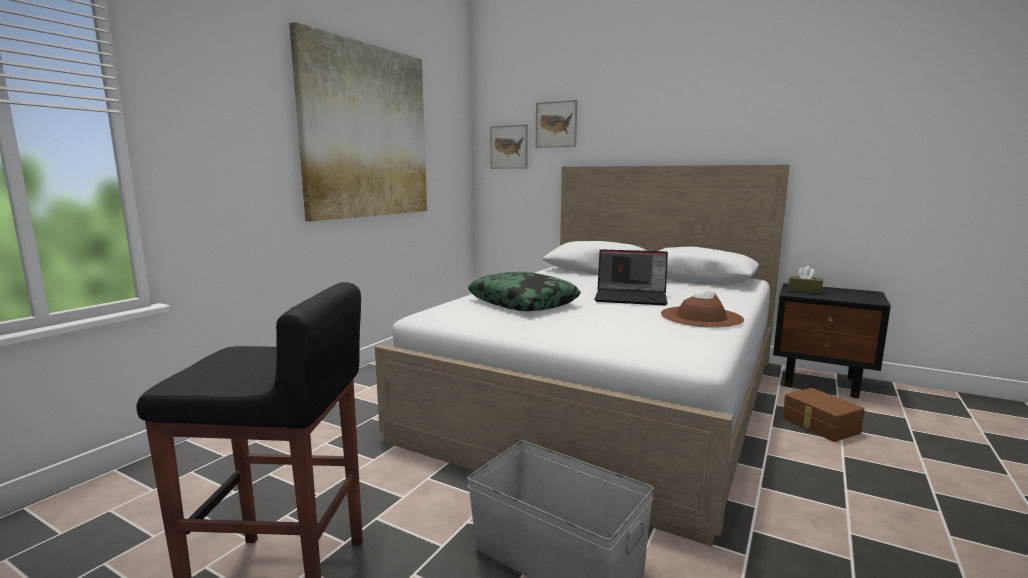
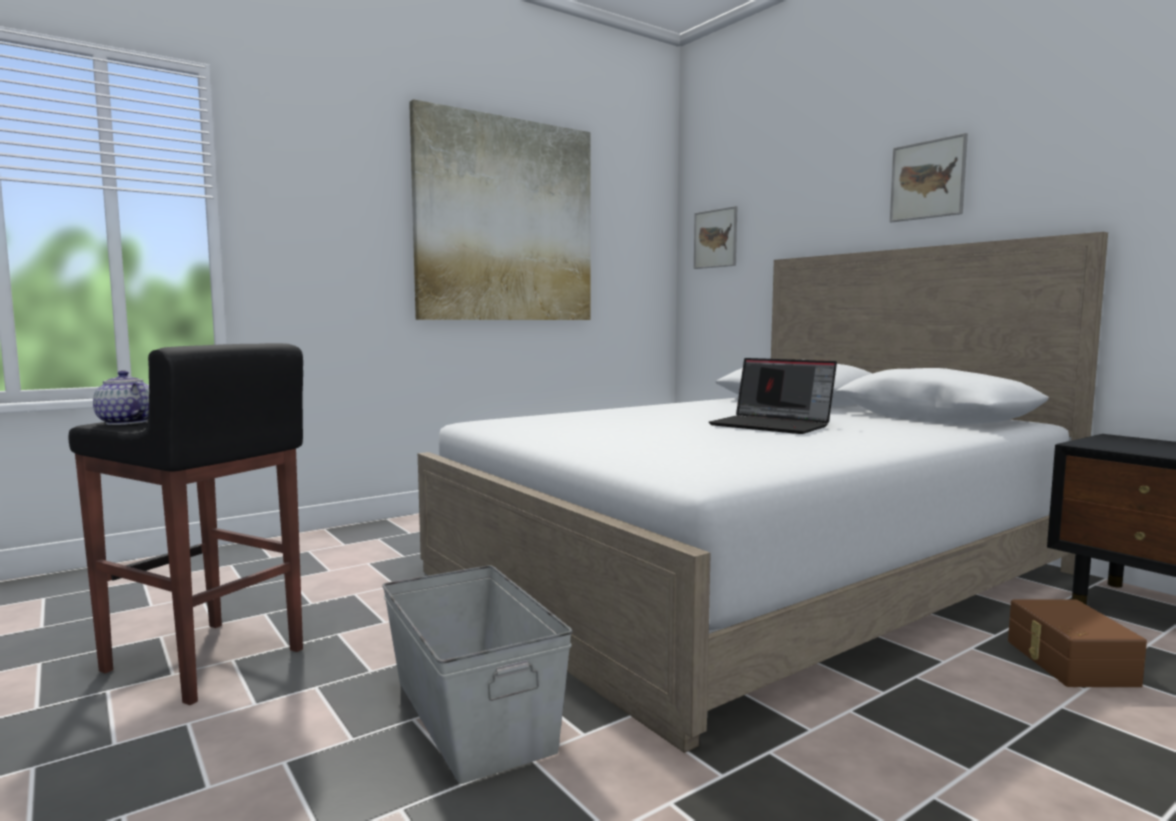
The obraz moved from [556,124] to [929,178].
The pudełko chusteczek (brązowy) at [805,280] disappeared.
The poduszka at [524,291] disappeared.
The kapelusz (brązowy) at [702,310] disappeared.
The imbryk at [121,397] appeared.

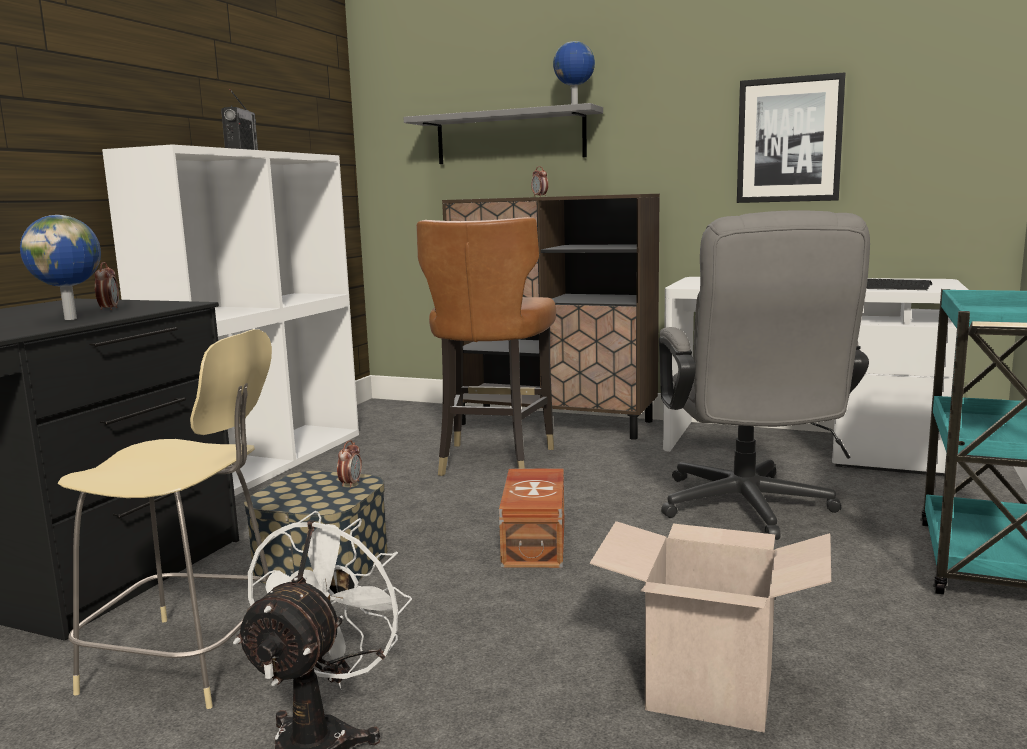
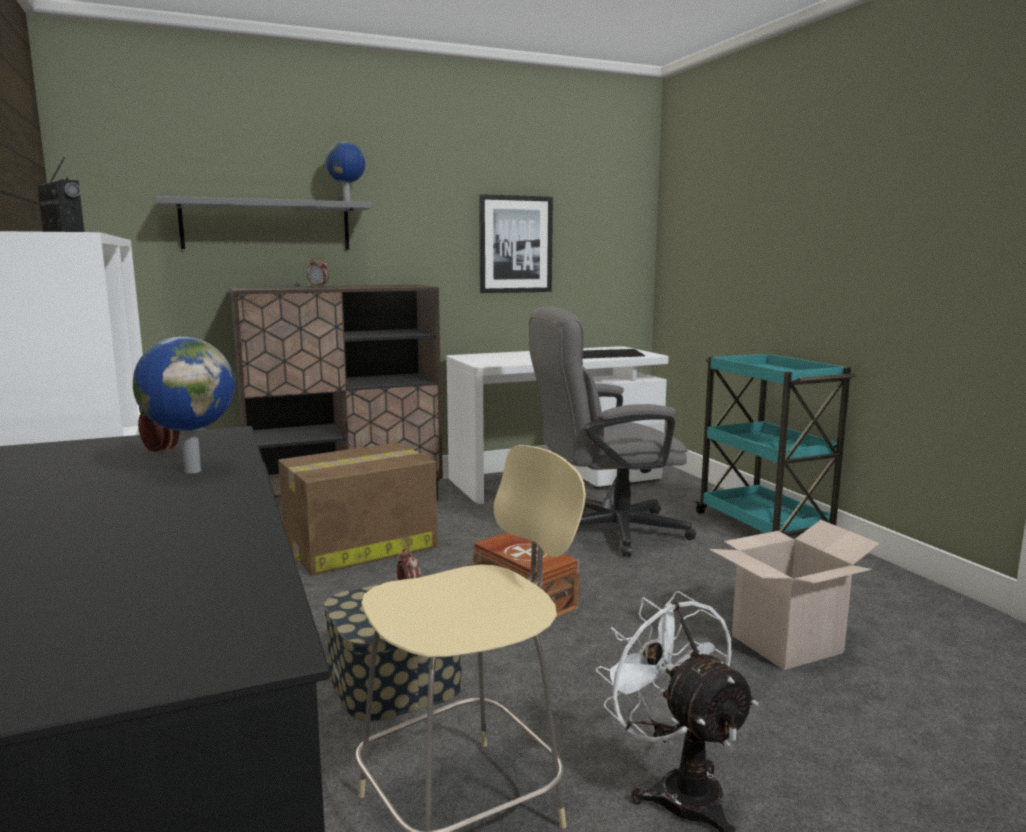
The krzesło biurowe (szary) at [764,375] turned 120 degrees clockwise.
The krzesło (brązowy) at [486,346] was replaced by the karton at [358,509].

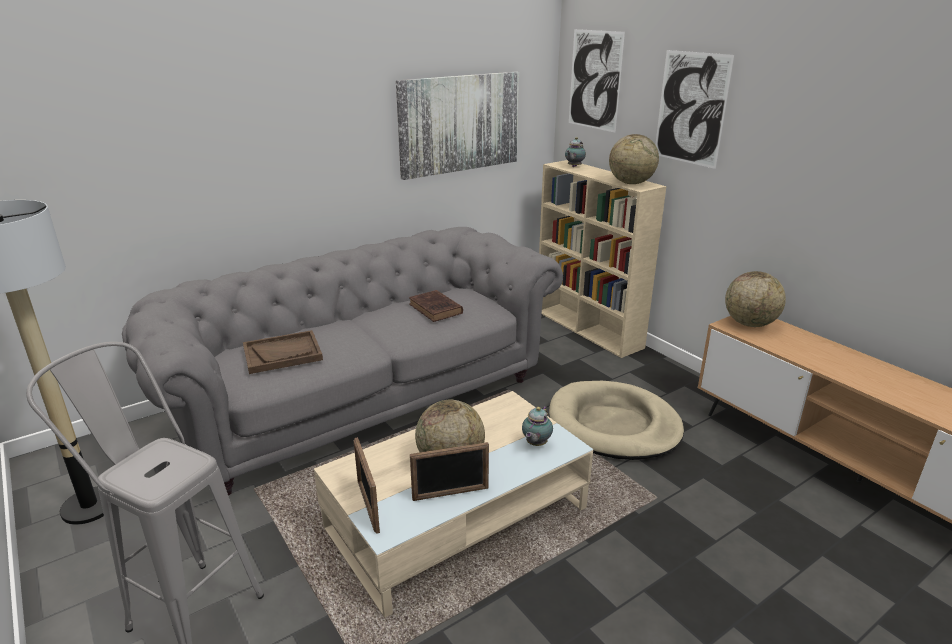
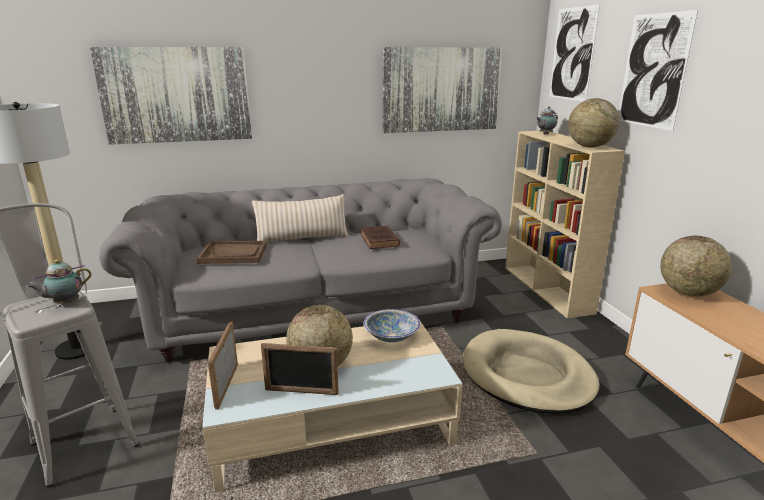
The imbryk moved from [537,426] to [59,282].
The obraz at [171,96] appeared.
The poduszka (beżowy) at [300,218] appeared.
The miska at [391,325] appeared.

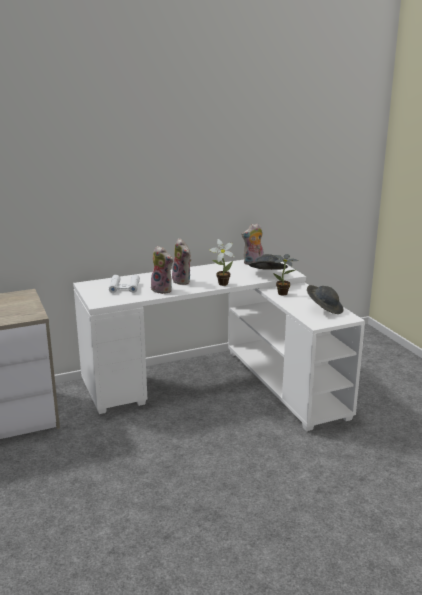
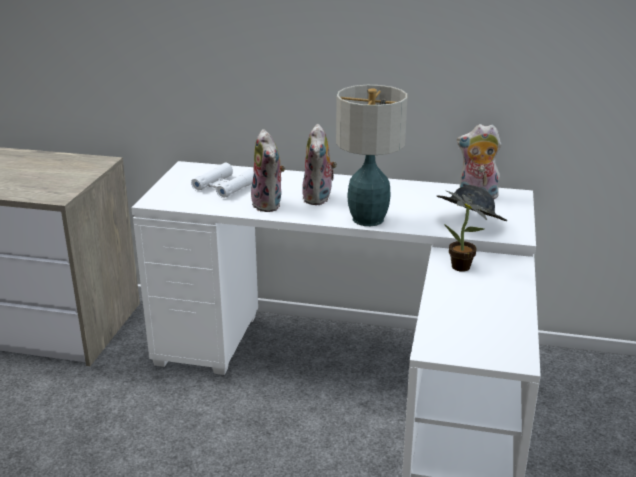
The roślina doniczkowa at [222,262] was replaced by the lampa stołowa at [372,155].
The kapelusz (szary) at [325,299] disappeared.

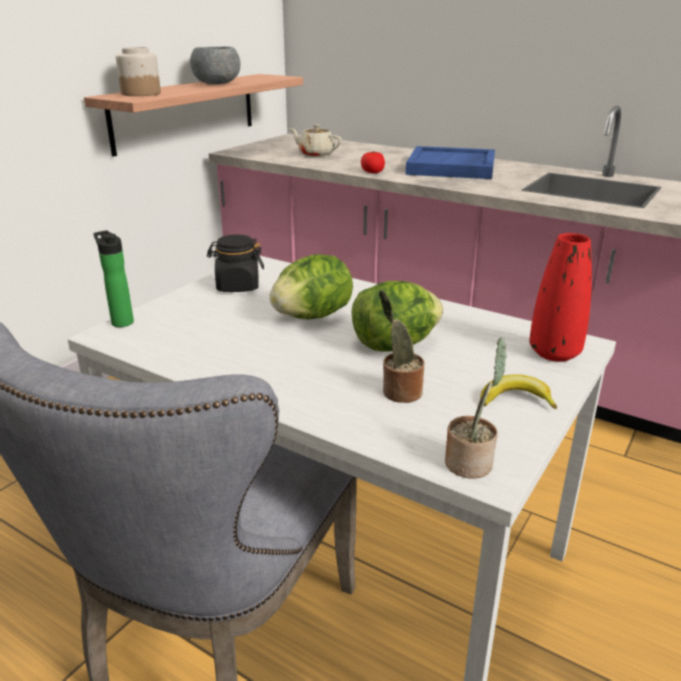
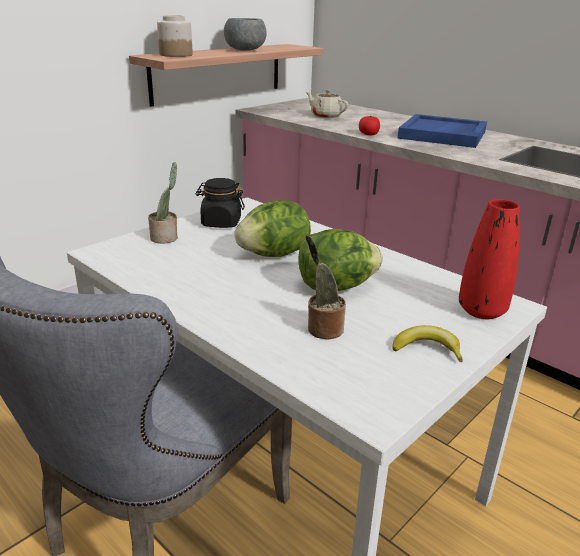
The butelka at [113,278] disappeared.
The roślina doniczkowa moved from [476,408] to [163,203].

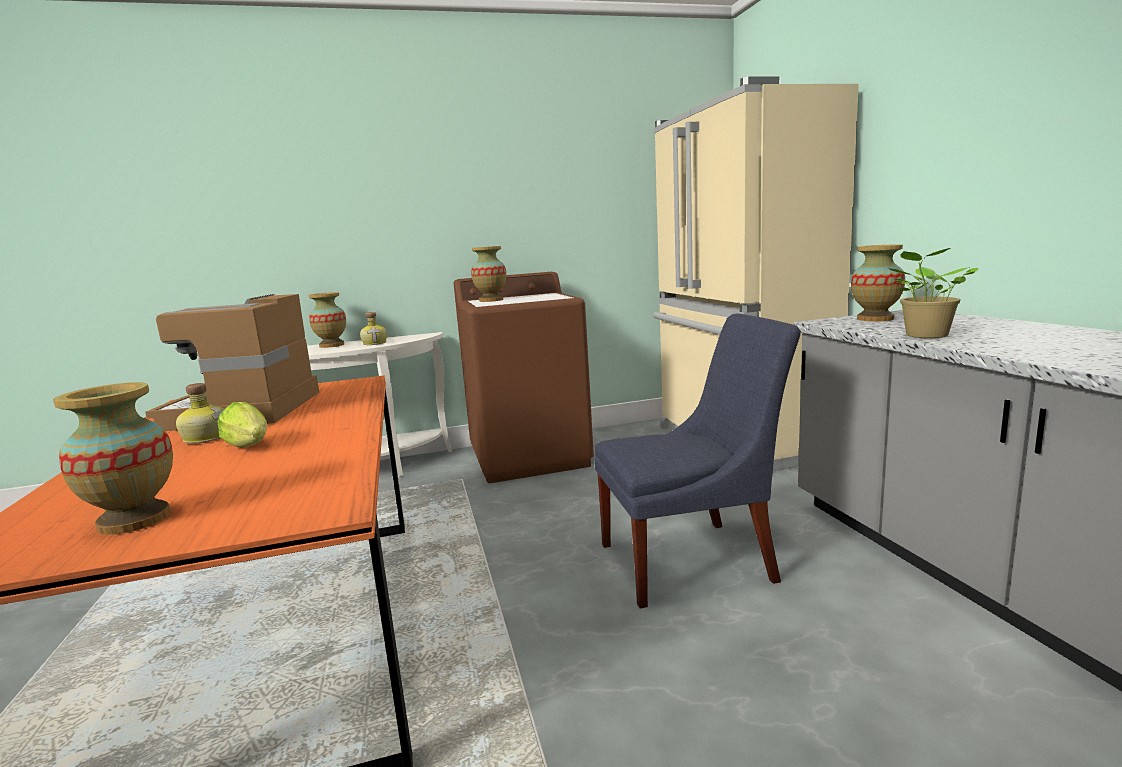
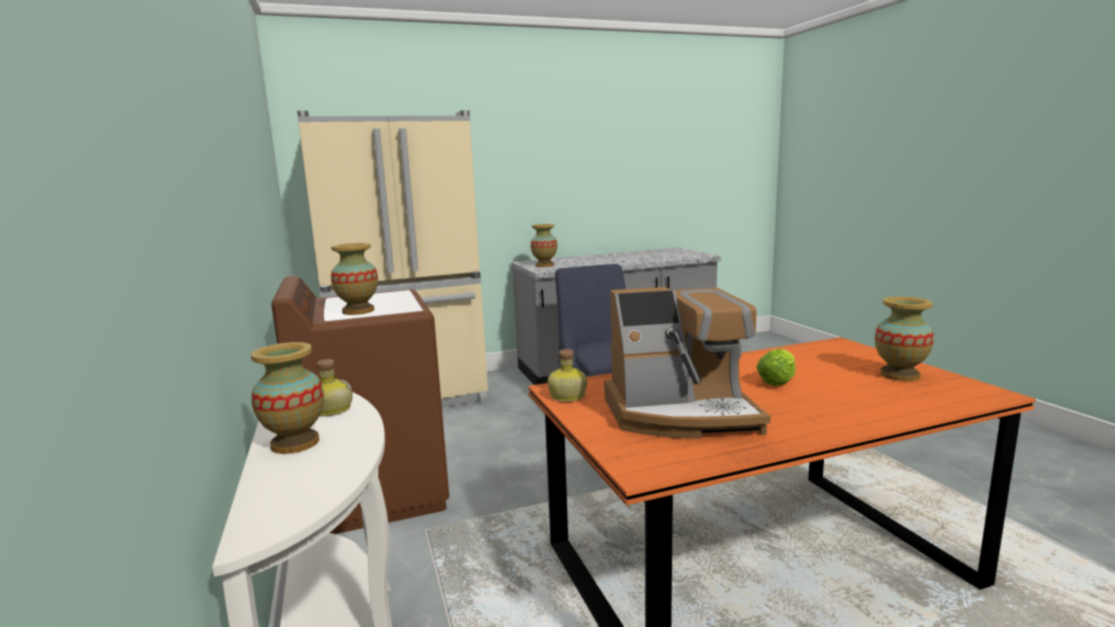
The roślina doniczkowa at [933,293] disappeared.
The butelka moved from [200,413] to [567,375].

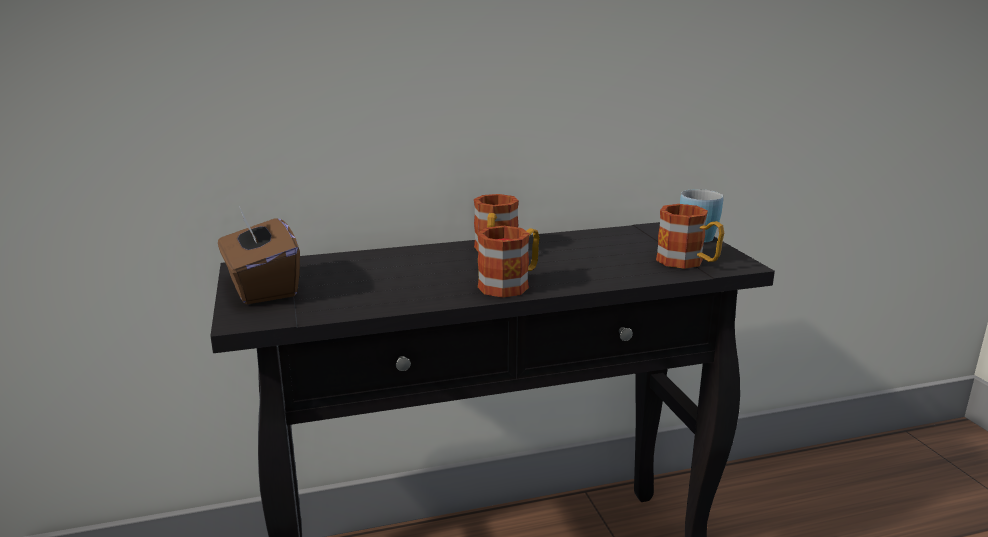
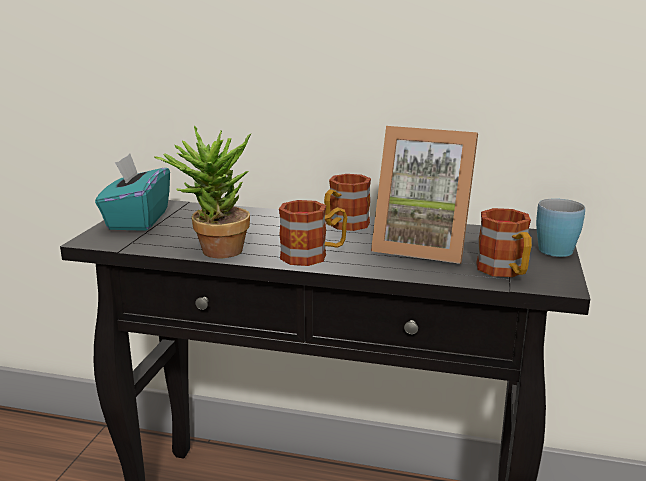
The pudełko chusteczek (brązowy) at [259,255] became the pudełko chusteczek (turkusowy) at [132,192].
The roślina doniczkowa at [203,192] appeared.
The ramka na zdjęcie at [424,195] appeared.

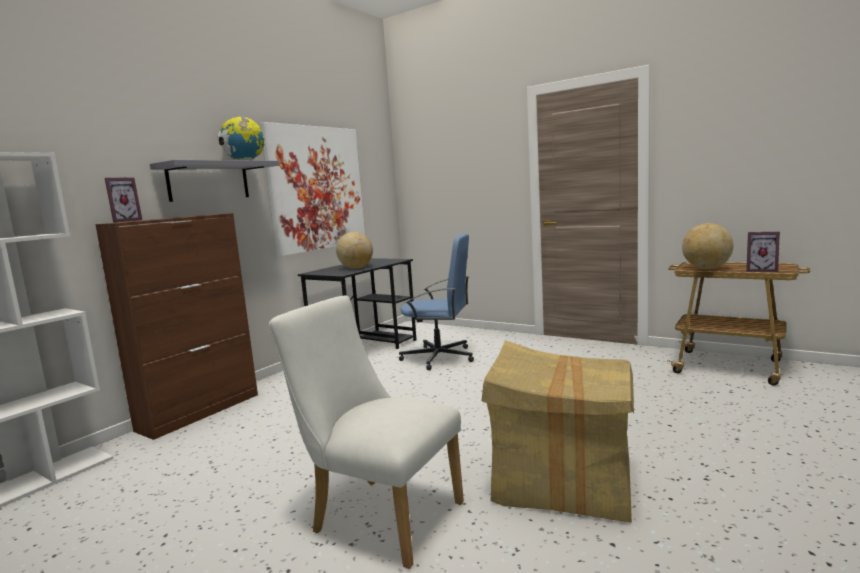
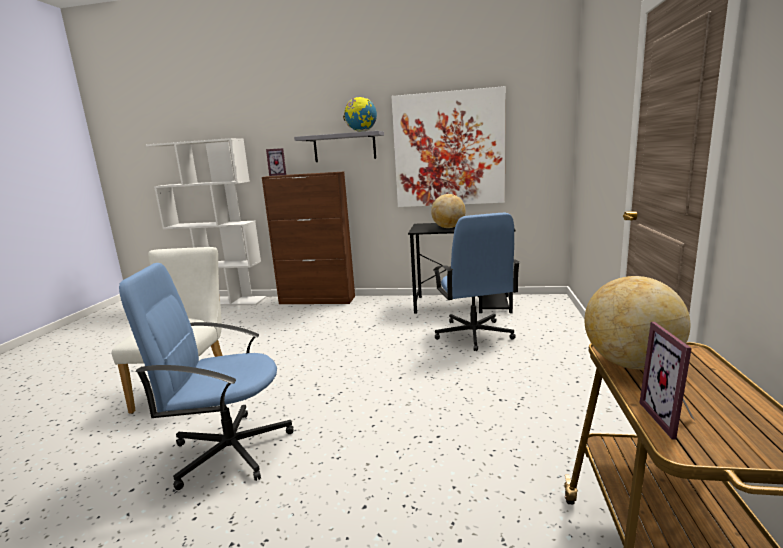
The karton at [558,432] was replaced by the krzesło biurowe (niebieski) at [206,376].

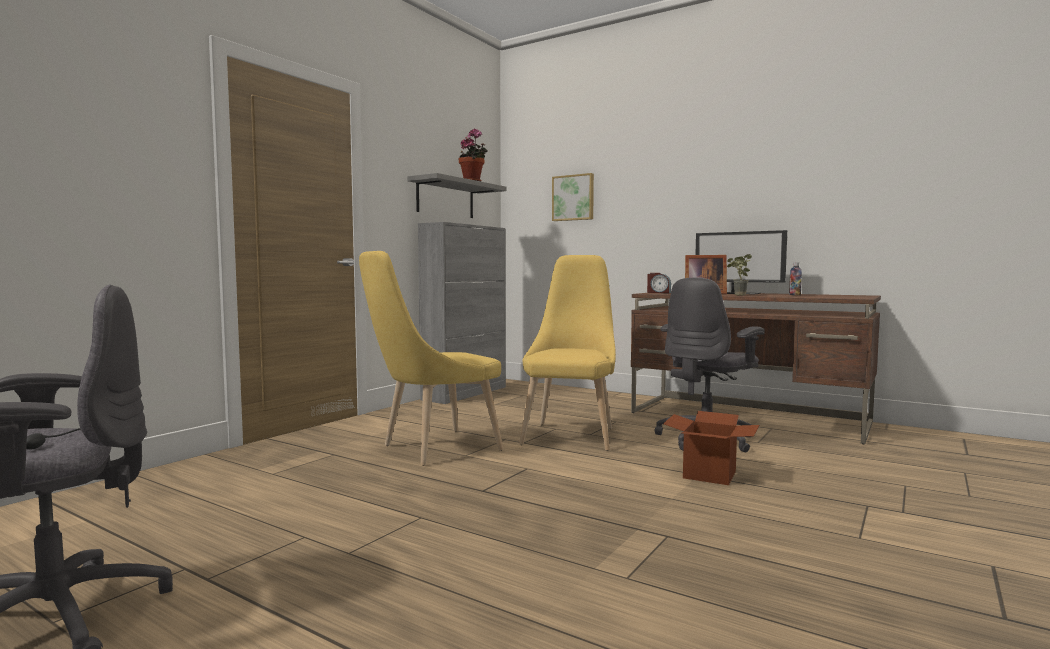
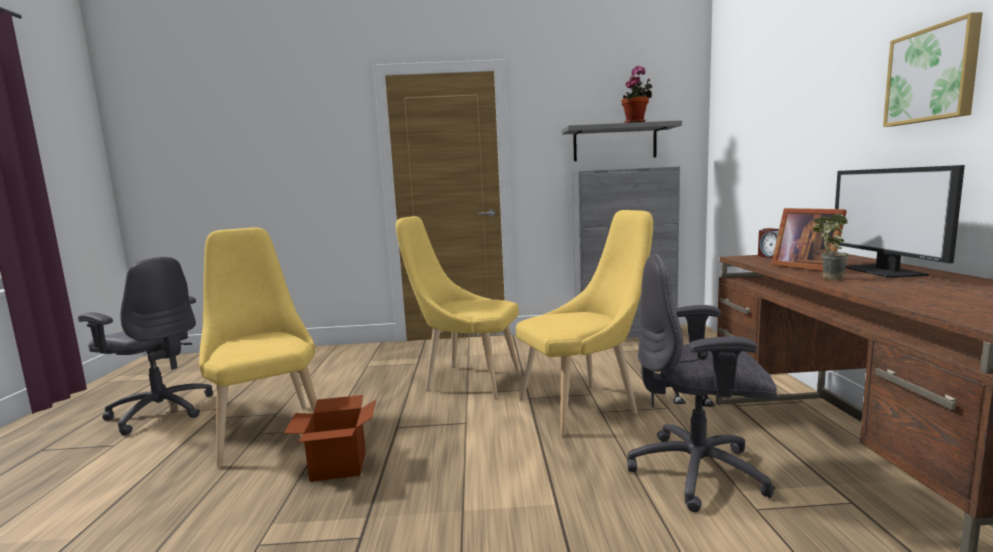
The obraz moved from [573,197] to [933,69].
The butelka at [795,279] disappeared.
The karton moved from [711,448] to [330,438].
The krzesło (żółty) at [258,347] appeared.

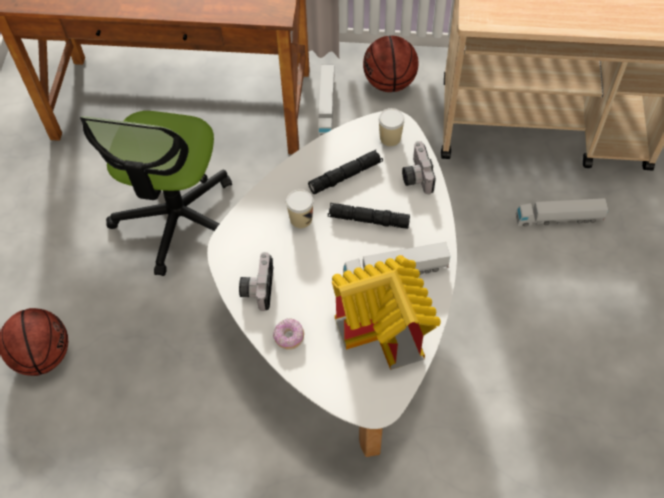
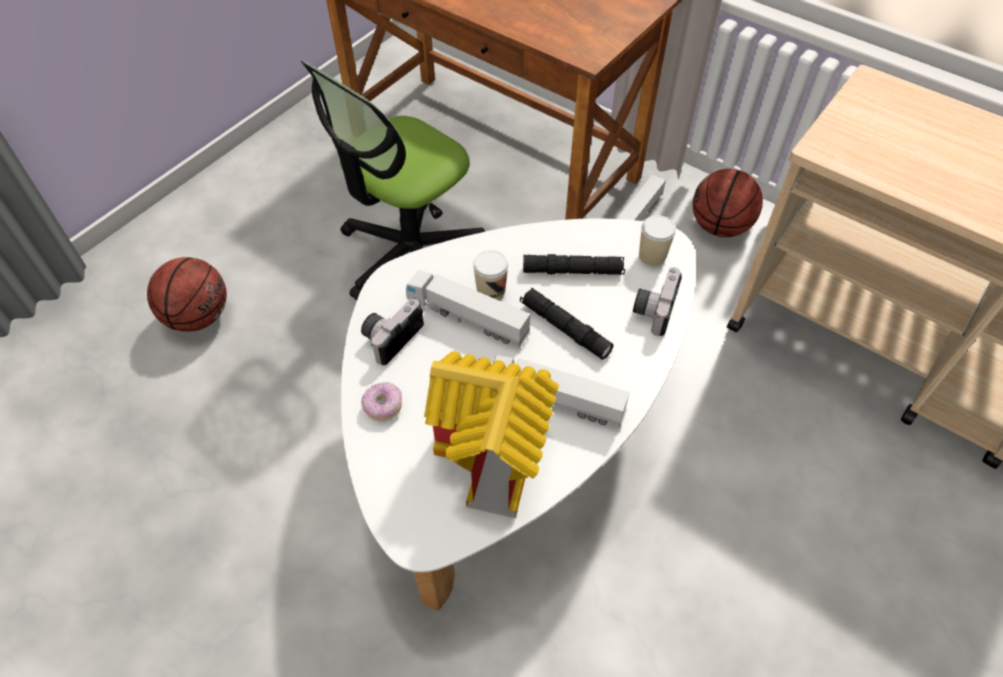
The ciężarówka zabawkowa moved from [562,212] to [468,309].

